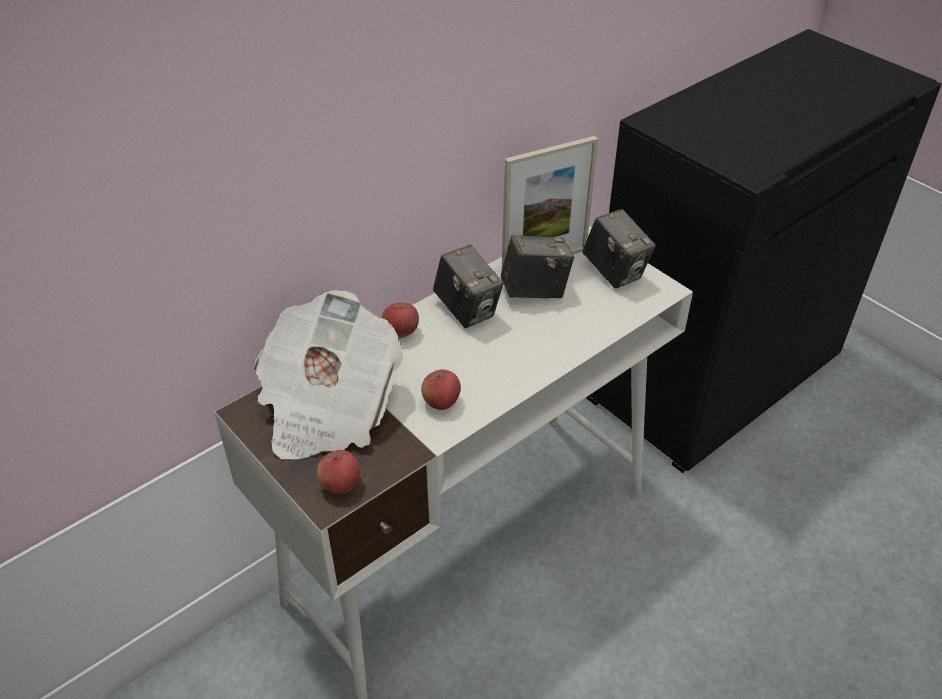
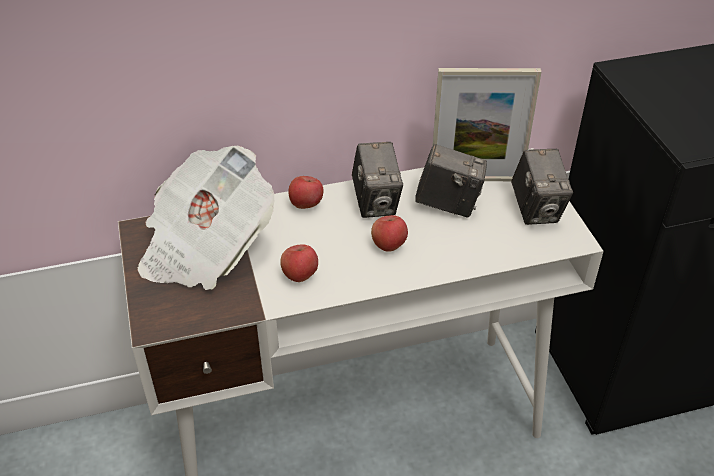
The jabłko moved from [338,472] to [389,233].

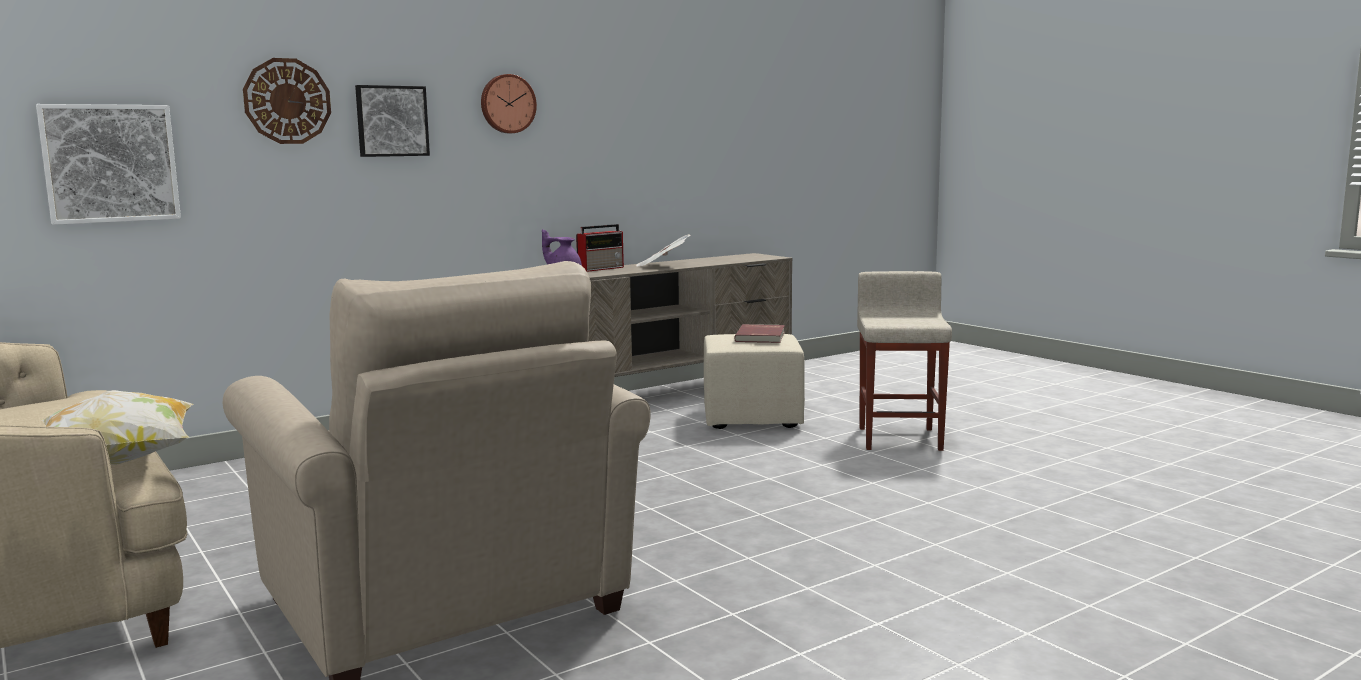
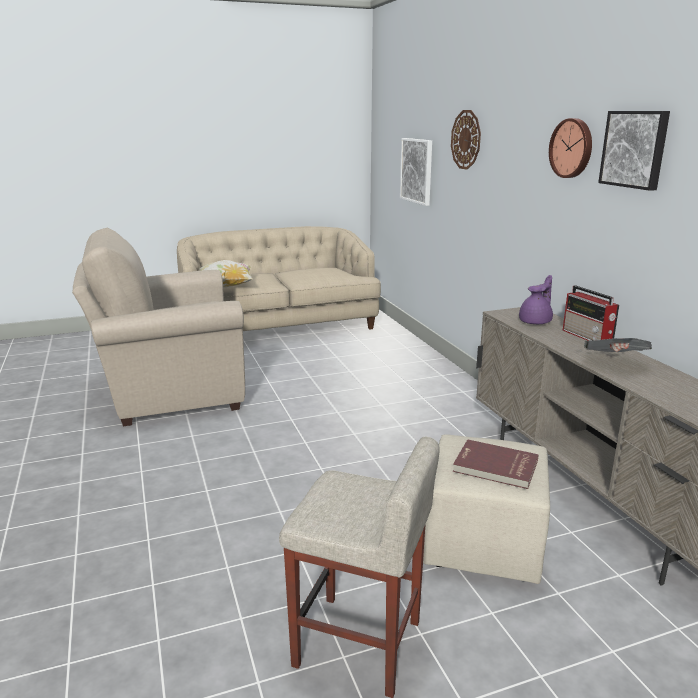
The obraz moved from [392,121] to [634,151].

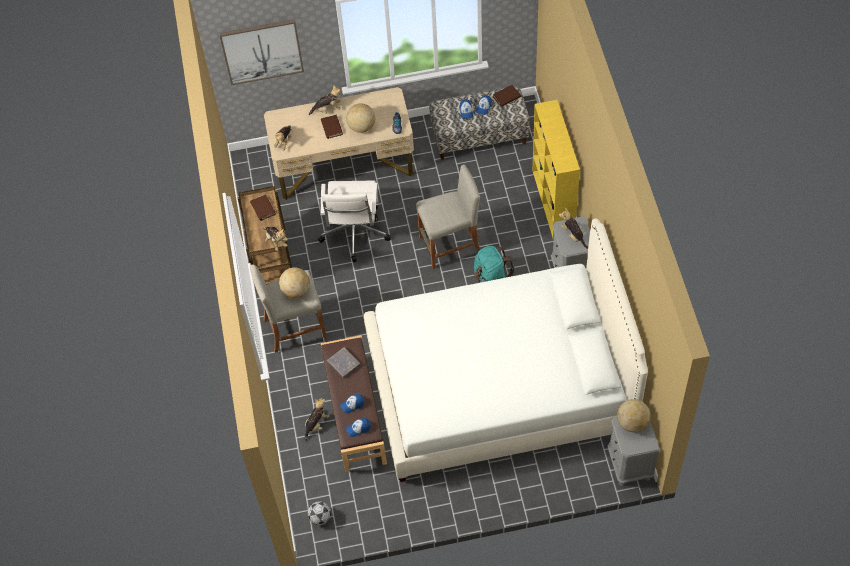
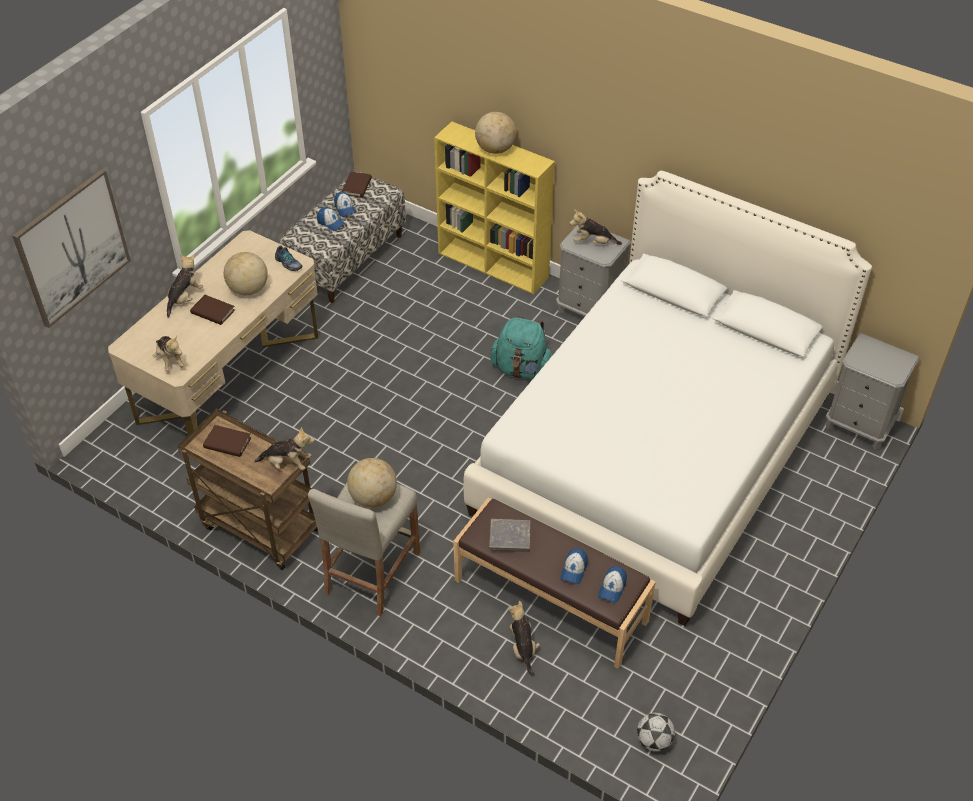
The stołek (beżowy) at [448,216] disappeared.
The krzesło biurowe (biały) at [354,221] disappeared.
The globus moved from [633,415] to [495,133].

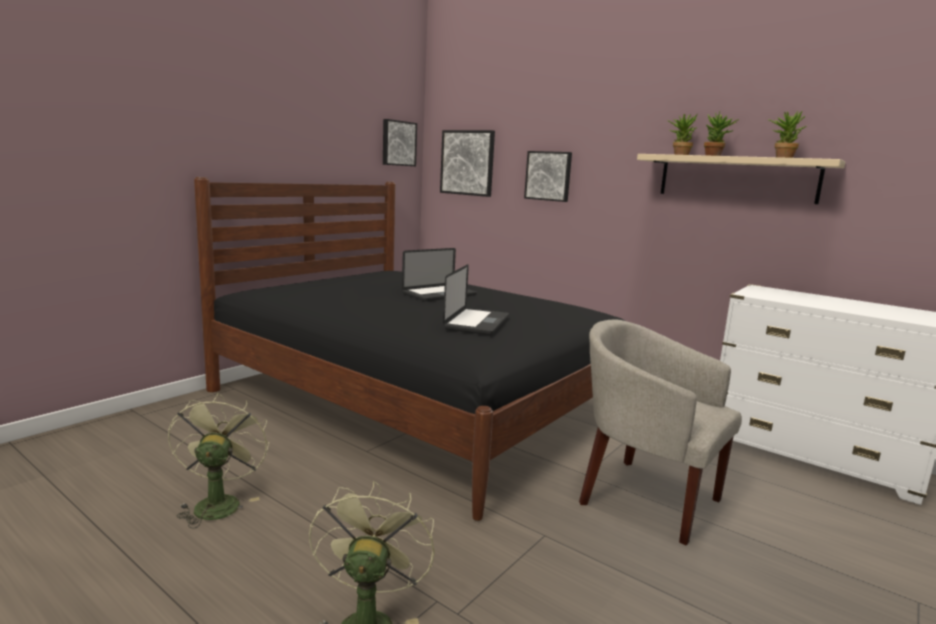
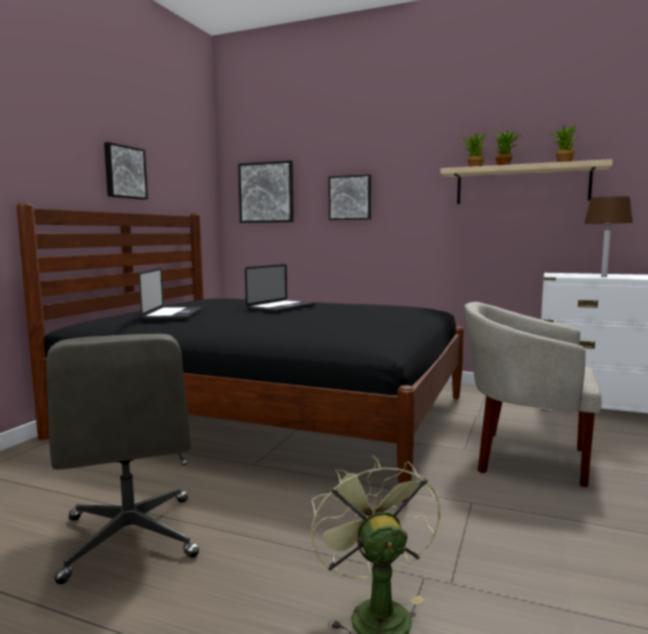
The obraz moved from [400,142] to [126,171].
The laptop moved from [476,299] to [170,294].
The wentylator (zielony) at [218,460] was replaced by the krzesło biurowe (szary) at [122,459].
The lampa stołowa (brązowy) at [608,236] appeared.

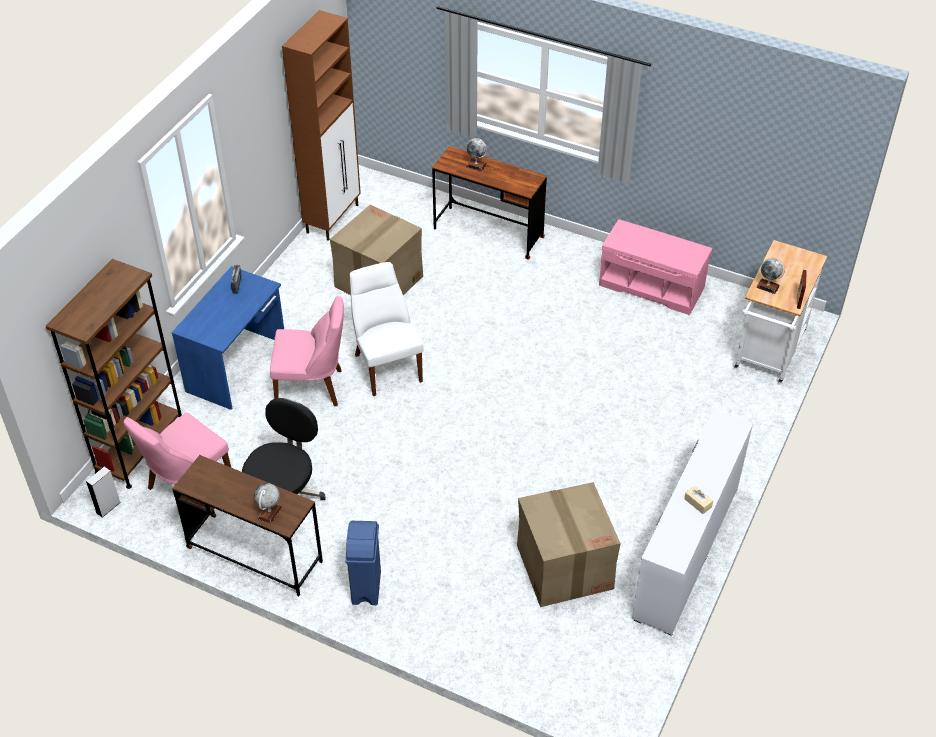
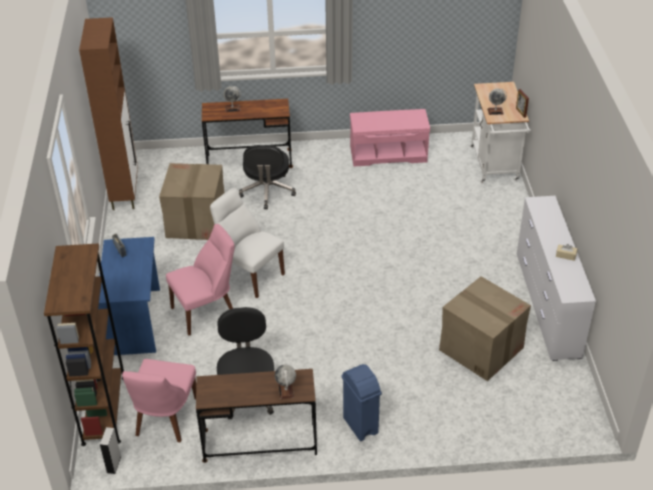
The krzesło biurowe (czarny) at [267,177] appeared.

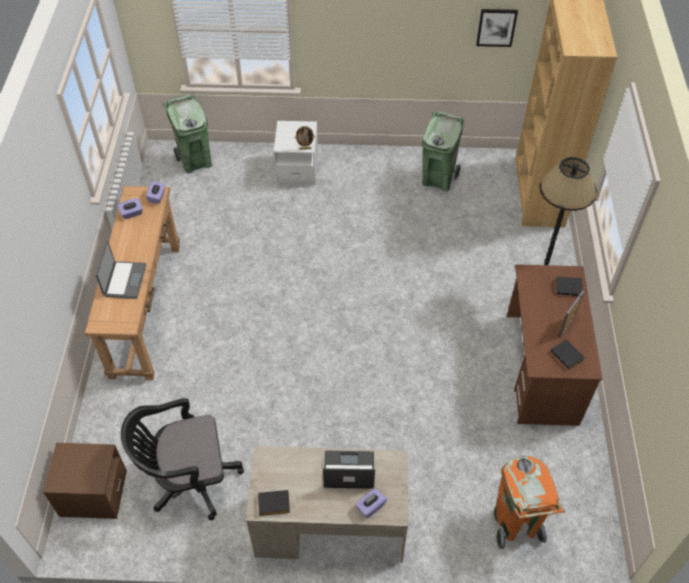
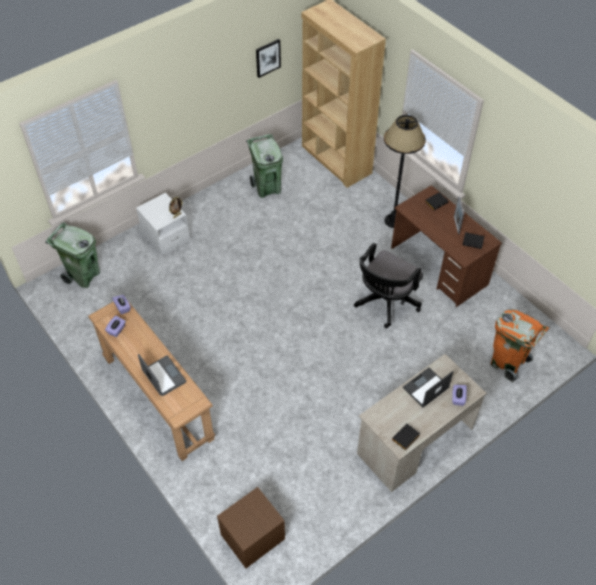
The krzesło biurowe (czarny) moved from [182,459] to [388,285].

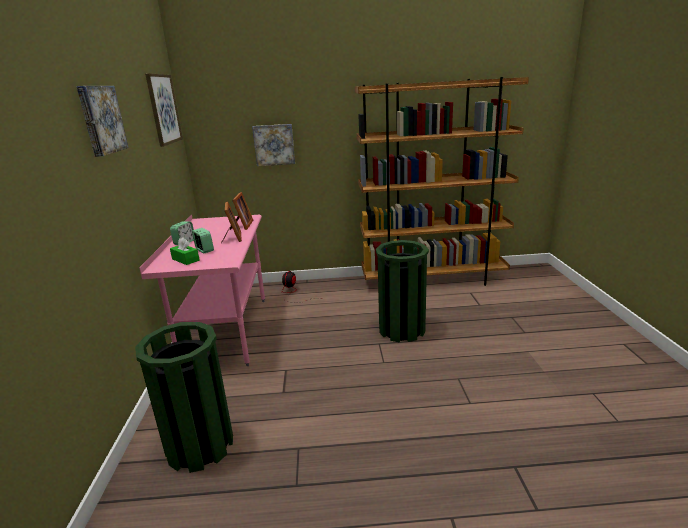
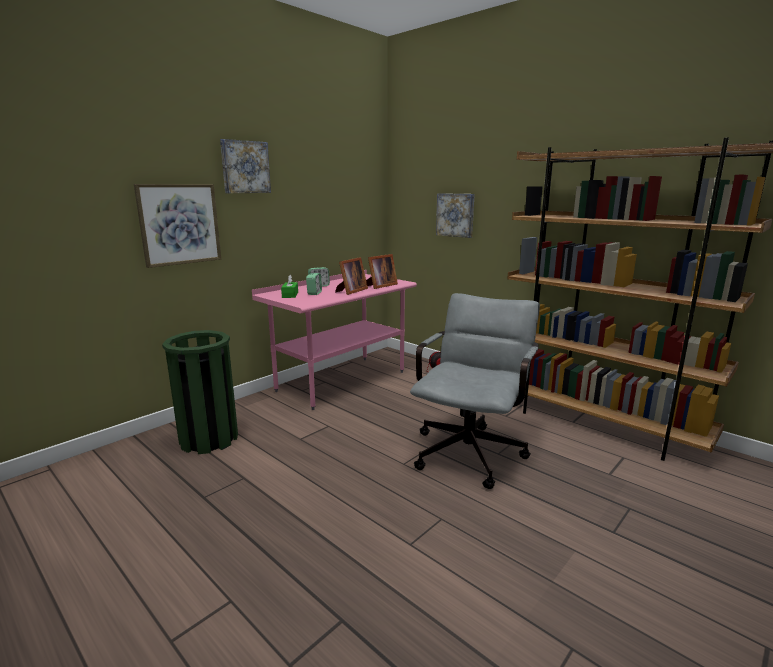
The obraz moved from [164,110] to [177,226].
The kosz na śmieci (zielony) at [402,291] was replaced by the krzesło biurowe (szary) at [475,391].

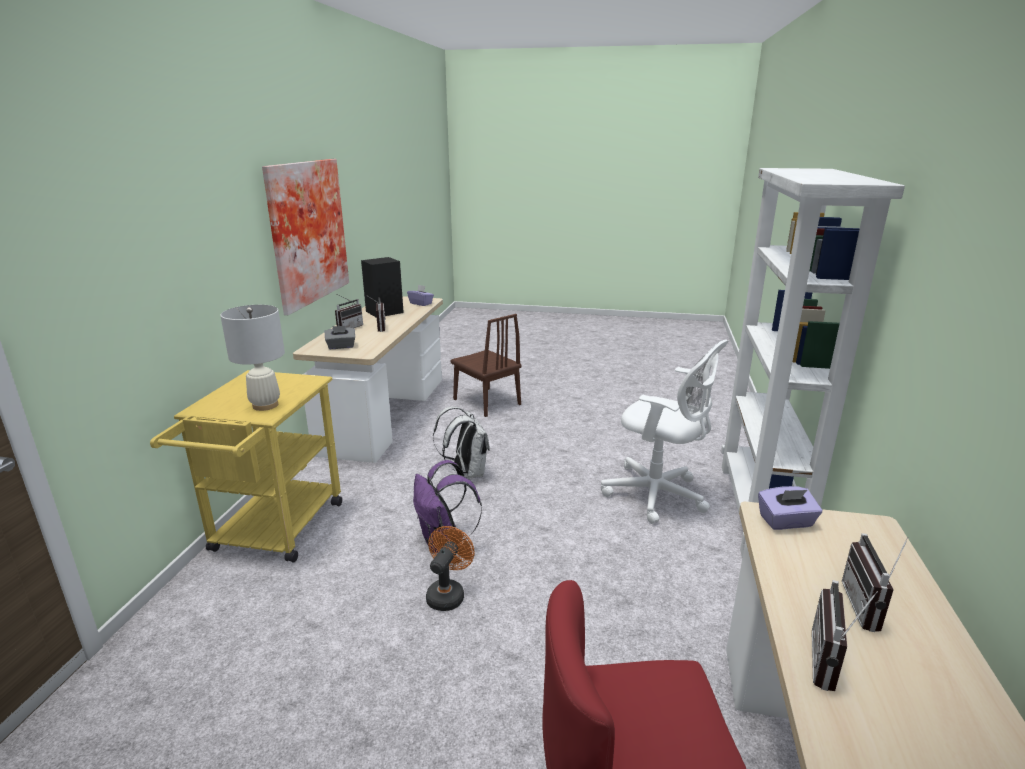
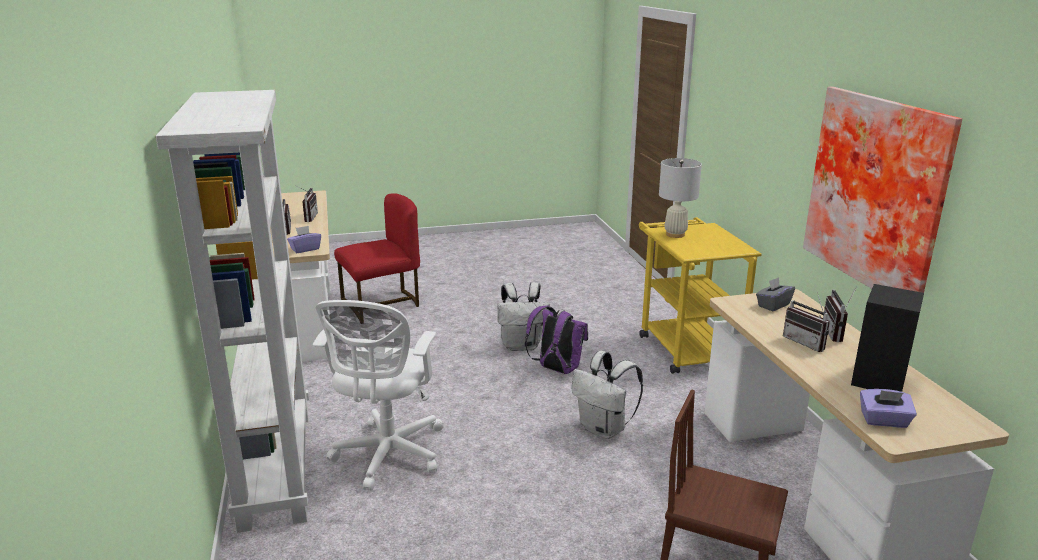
The krzesło biurowe (biały) at [664,432] turned 90 degrees counterclockwise.
The wentylator (pomarańczowy) at [450,568] was replaced by the plecak (biały) at [523,316].

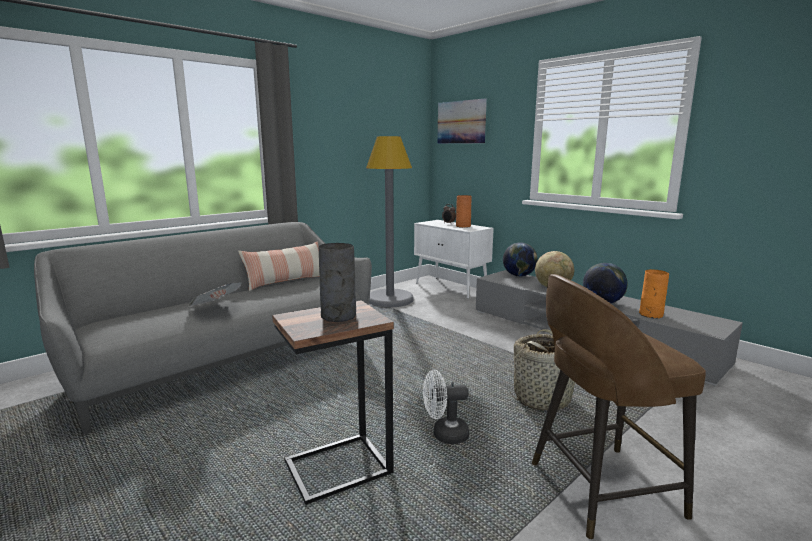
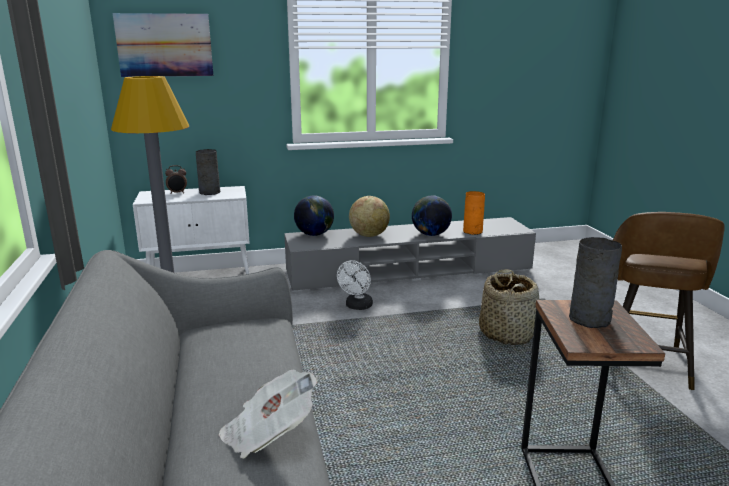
The wazon (pomarańczowy) at [464,211] became the wazon (szary) at [208,172].
The poduszka at [279,266] disappeared.
The wentylator (biały) moved from [446,407] to [355,285].

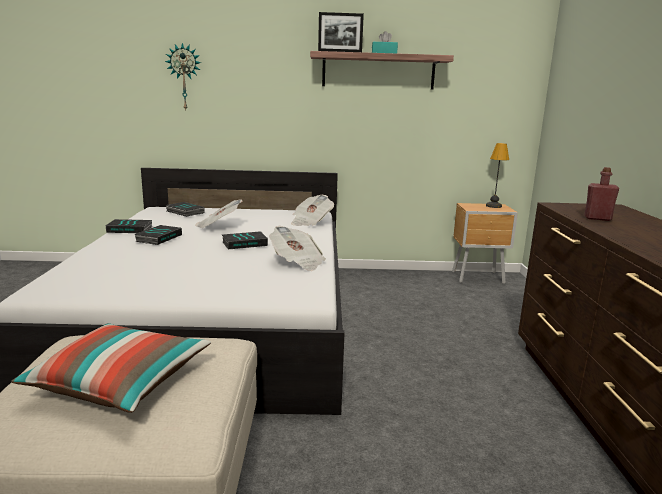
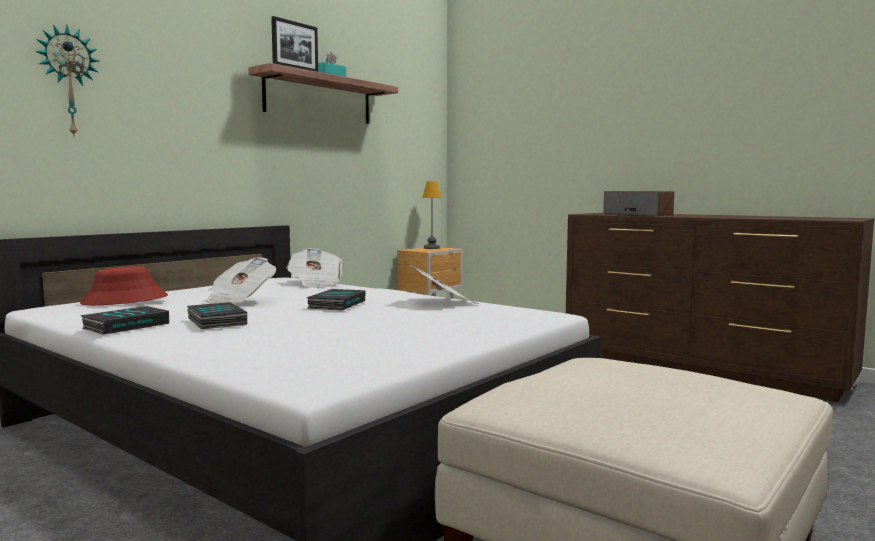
The butelka (czerwony) at [601,194] was replaced by the głośnik at [638,203].
The książka at [185,209] was replaced by the kapelusz (czerwony) at [124,285].
The poduszka at [111,368] disappeared.

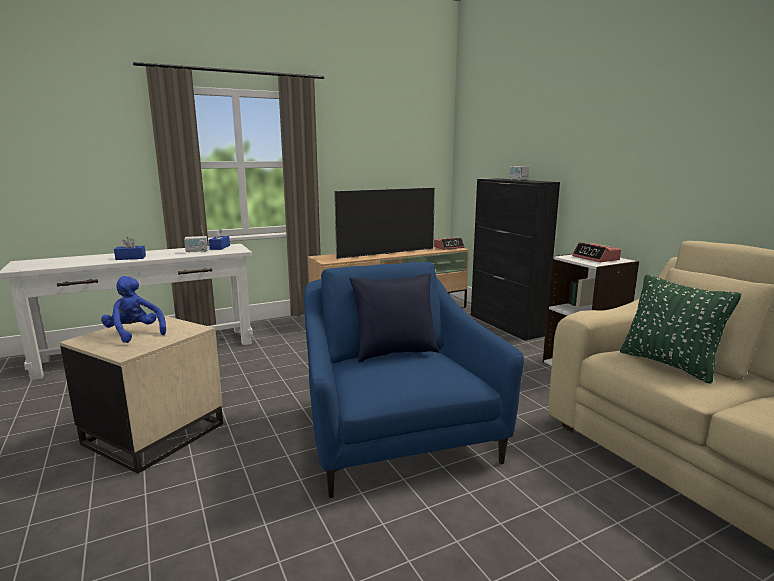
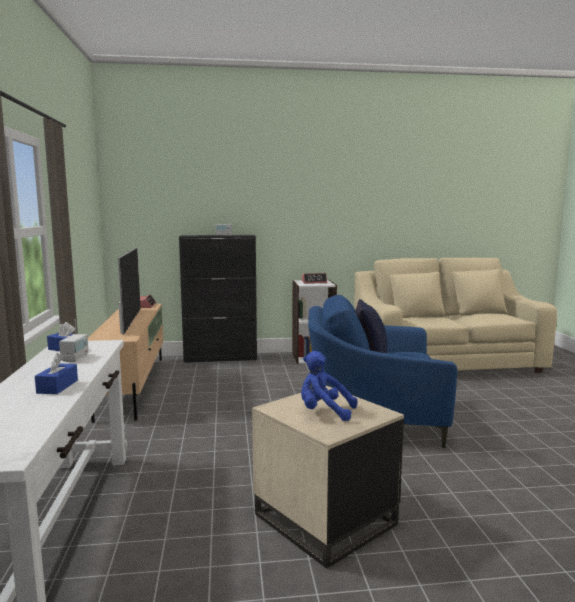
The poduszka (zielony) at [680,329] disappeared.
The pluszak (niebieski) at [133,309] turned 45 degrees clockwise.

